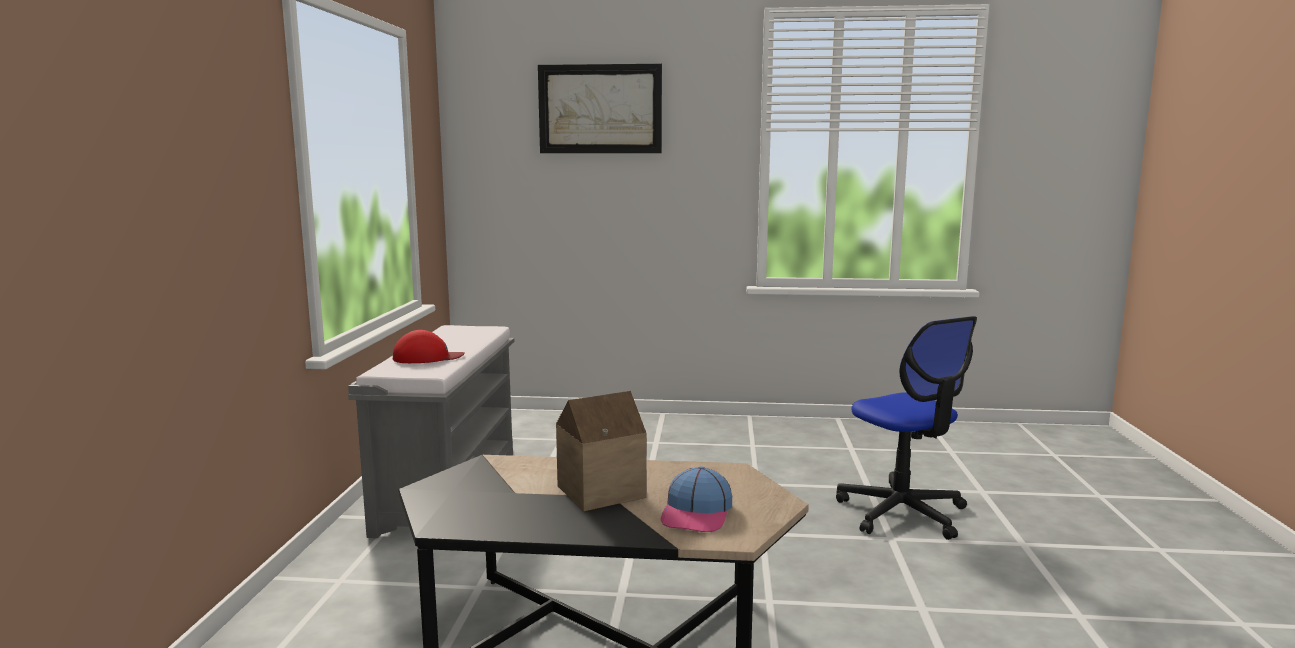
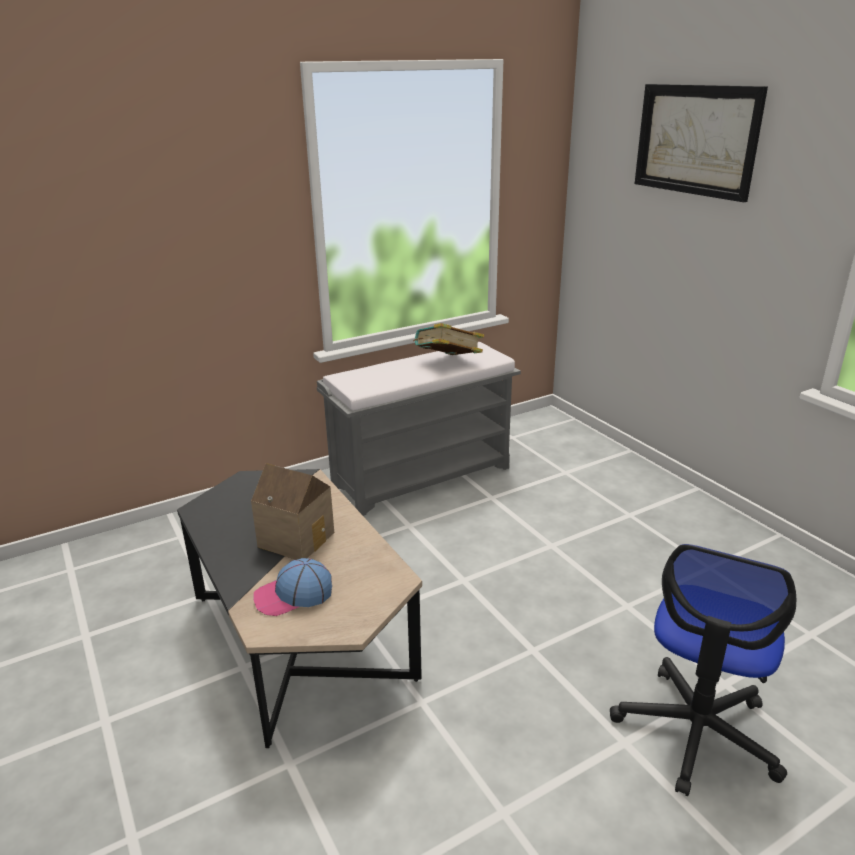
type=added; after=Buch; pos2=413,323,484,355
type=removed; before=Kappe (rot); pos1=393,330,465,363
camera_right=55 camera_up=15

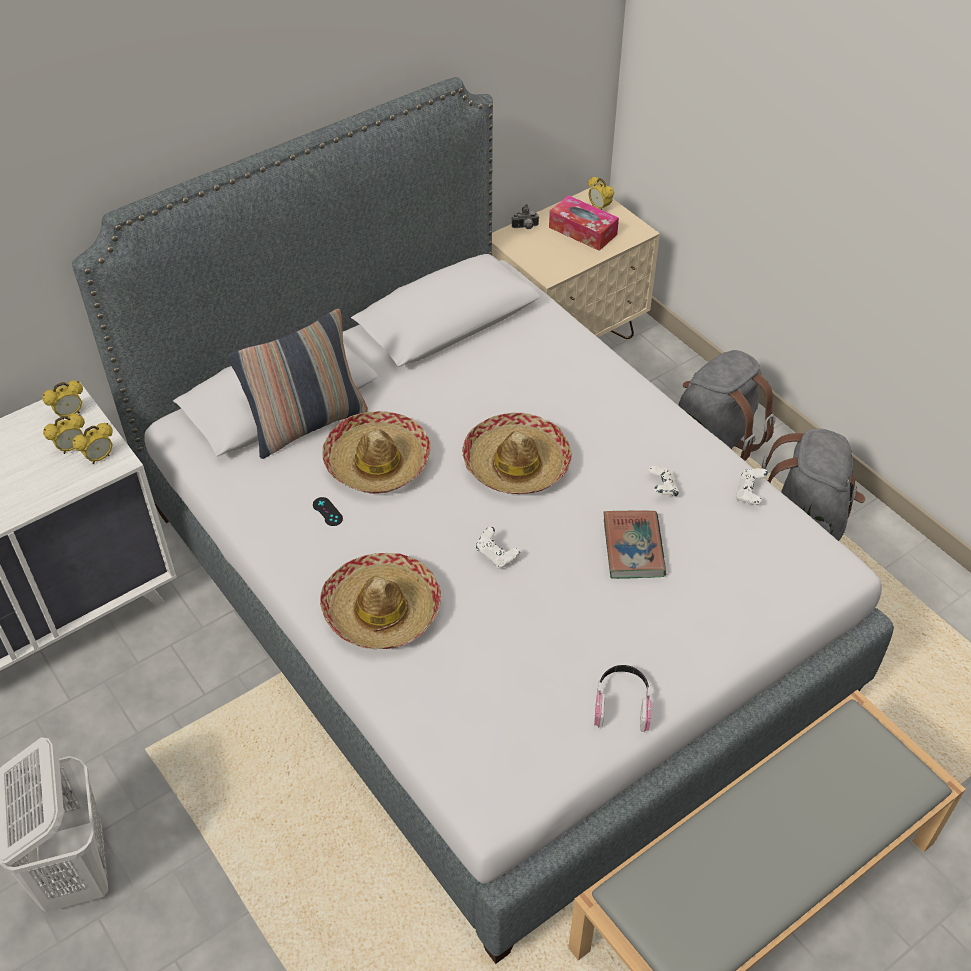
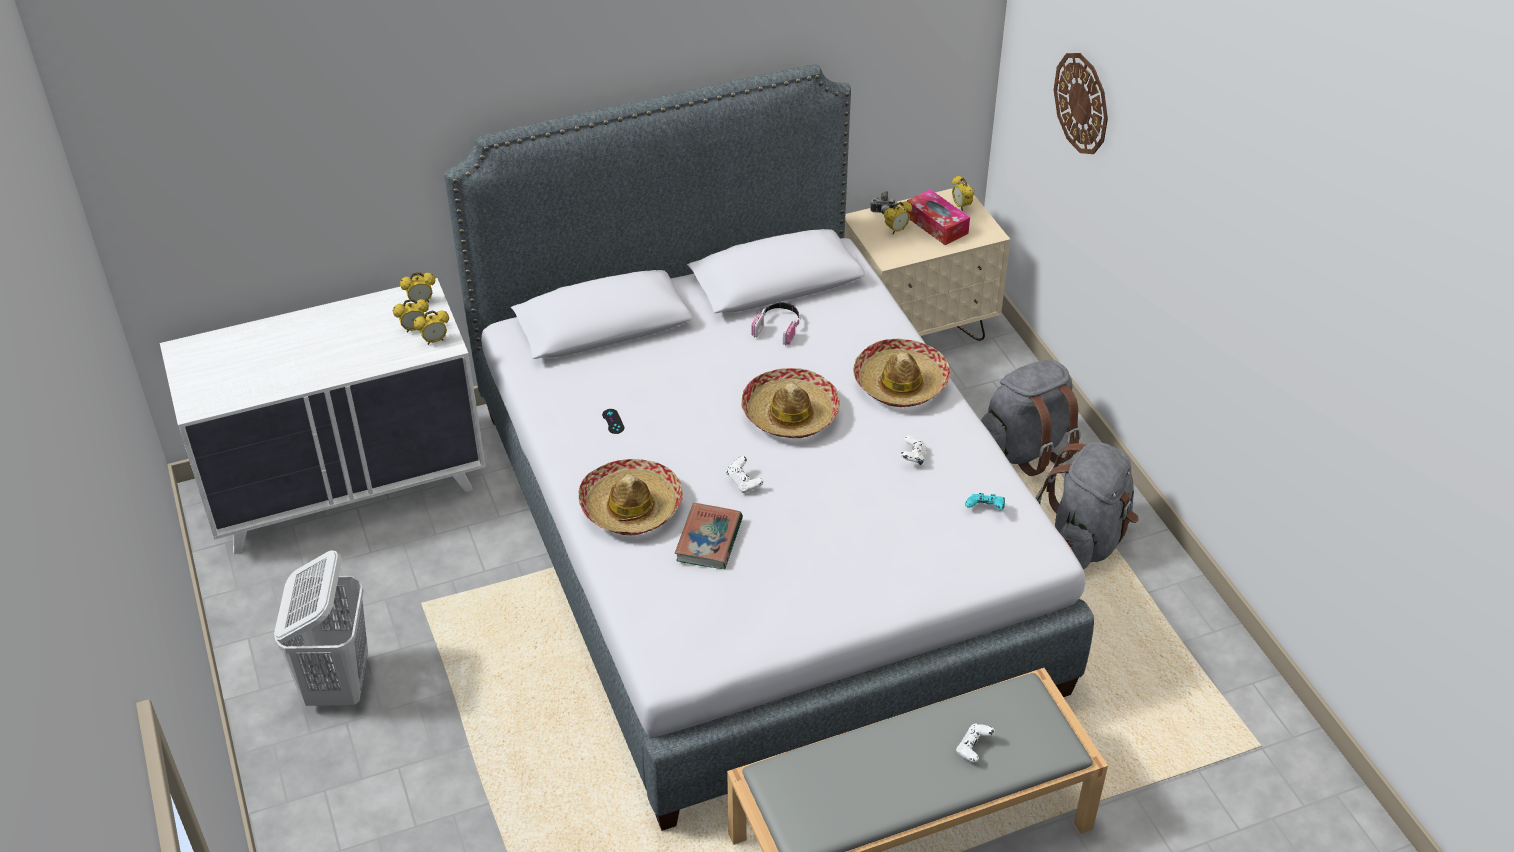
type=moved; before=Buch; pos1=604,511,666,579; pos2=675,503,743,569
type=moved; before=Kopfhörer; pos1=594,665,651,732; pos2=751,302,801,345
type=moved; before=Hut; pos1=322,411,431,494; pos2=854,338,951,407
type=added; after=Wecker; pos2=884,201,912,234
type=moved; before=Gamepad (weiß); pos1=736,468,769,505; pos2=956,724,995,762
type=added; after=Gamepad (türkis); pos2=965,493,1005,510
type=added; after=Wanduhr; pos2=1054,53,1108,154
type=removed; before=Kissen; pos1=228,309,368,459
camera_right=15 camera_up=-5

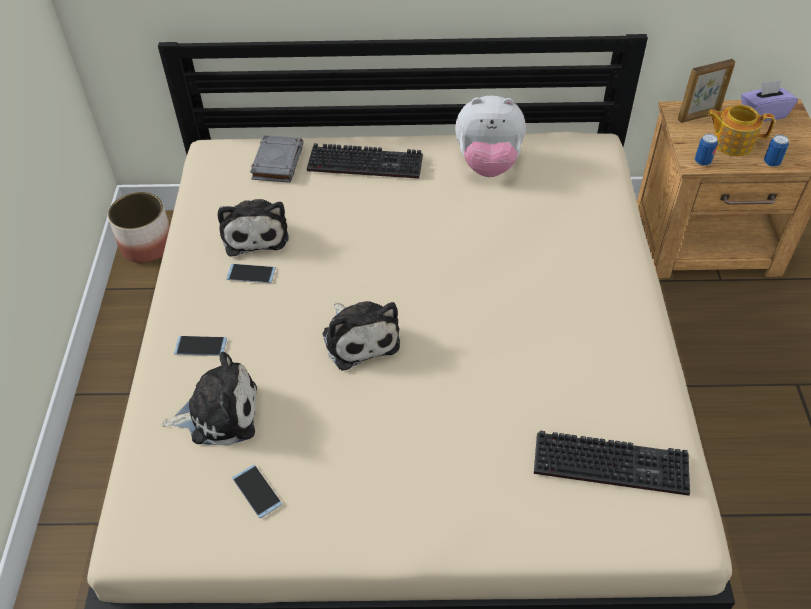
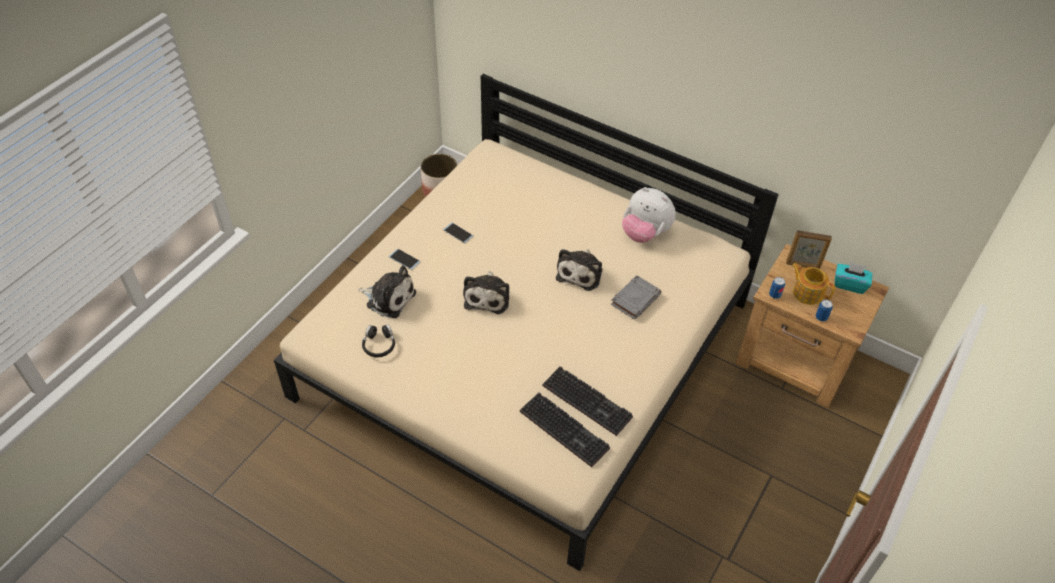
type=replaced; before=Handy; after=Kopfhörer (schwarz); pos1=232,465,282,518; pos2=362,324,395,357
type=moved; before=Tastatur; pos1=307,143,423,179; pos2=542,366,633,436
type=moved; before=Plüschtier; pos1=218,199,289,257; pos2=556,249,602,291
type=moved; before=Buch (grau); pos1=250,135,304,183; pos2=611,275,661,319
type=recoloured; before=Taschentuchbox (lila); after=Taschentuchbox (türkis); pos1=741,80,798,122; pos2=835,262,872,294
camera_right=30 camera_up=0

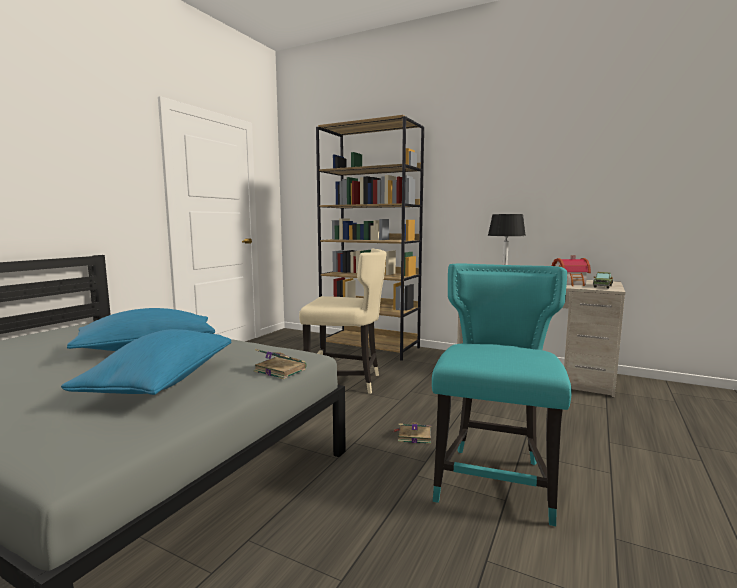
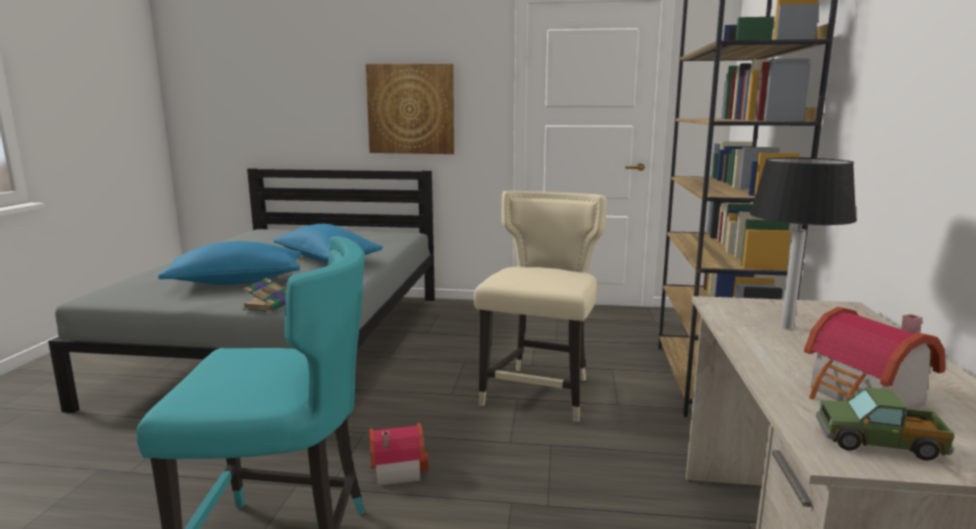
type=added; after=Bild; pos2=366,64,454,154
type=replaced; before=Buch; after=Spielzeughaus; pos1=393,423,431,444; pos2=369,423,429,486
type=turned; before=Stuhl (beige); pos1=299,249,387,394; pos2=474,191,607,422; turn=-150
camera_right=70 camera_up=5

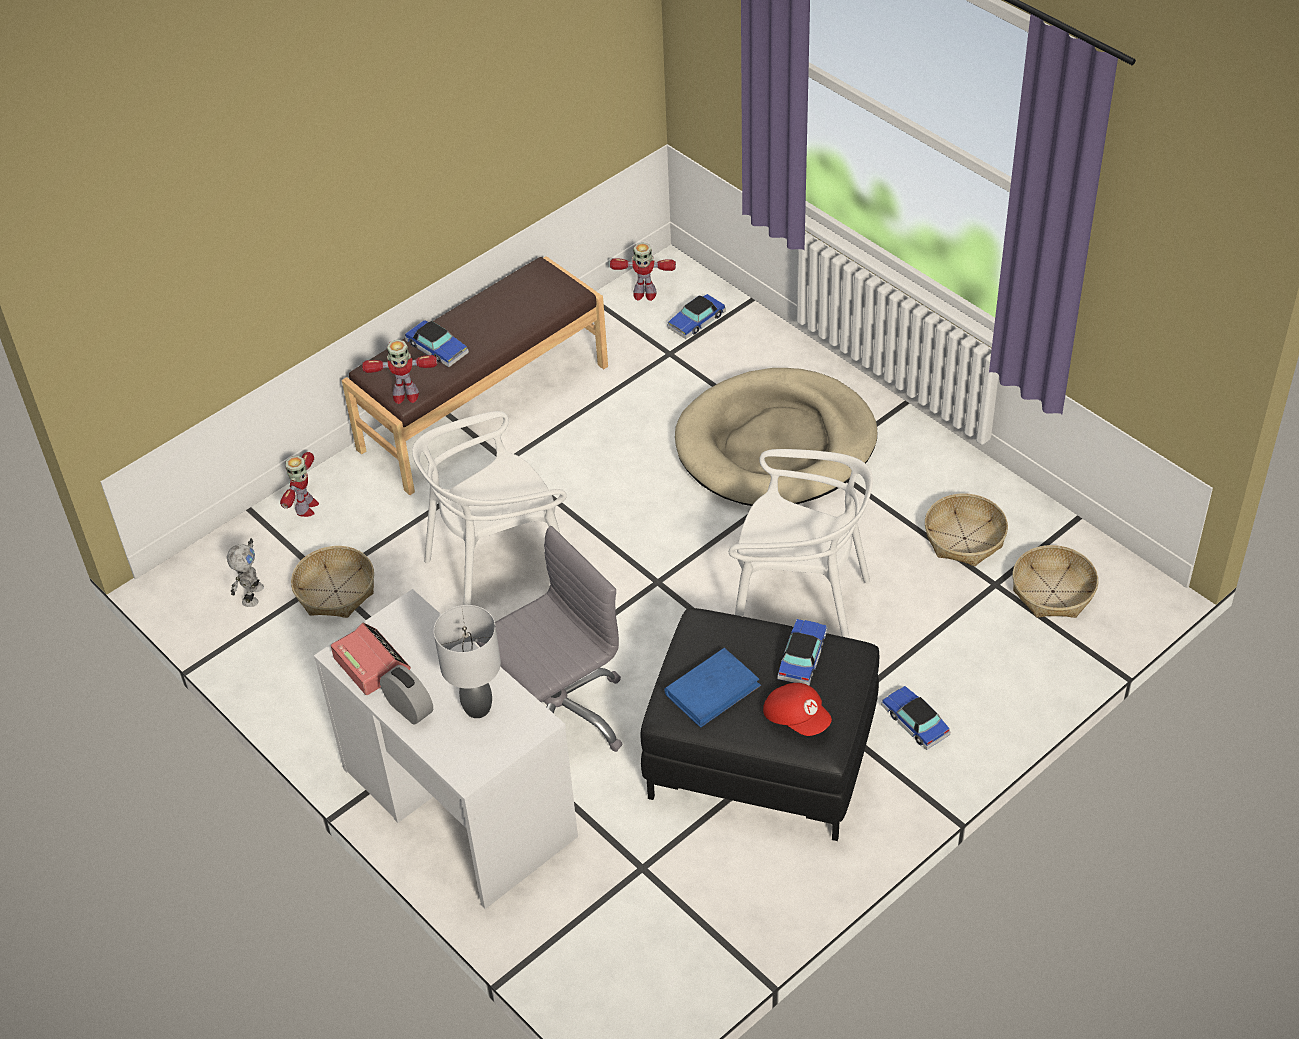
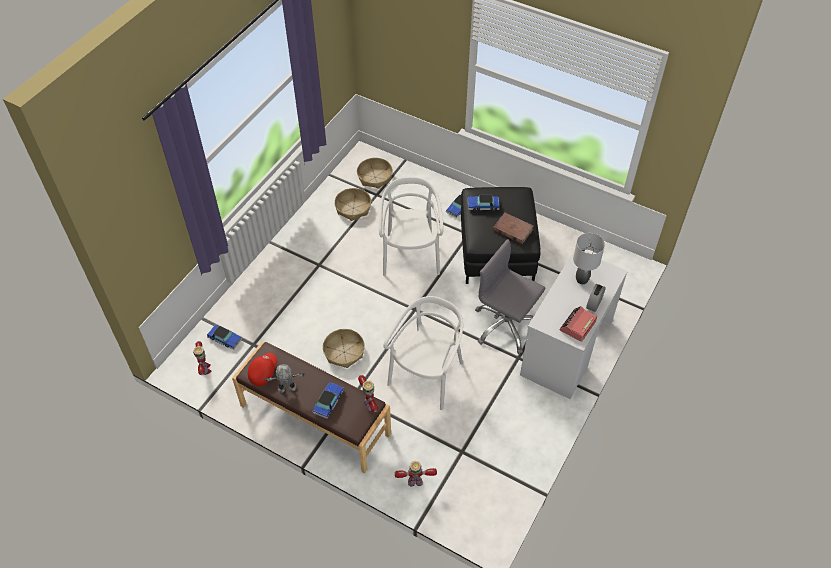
type=moved; before=Kappe (rot); pos1=763,683,832,736; pos2=248,353,278,386
type=moved; before=Spielzeugroboter; pos1=227,538,264,607; pos2=264,364,305,393
type=moved; before=Korb; pos1=291,546,374,618; pos2=323,329,365,368
type=turned; before=Stuhl (weiß); pos1=412,411,567,605; pos2=383,296,463,410; turn=-105
type=recoloured; before=Buch (blau); after=Buch (braun); pos1=664,648,761,728; pos2=493,213,534,244
type=removed; before=Hundebett (beige); pos1=675,368,877,506
camera_right=-110 camera_up=5

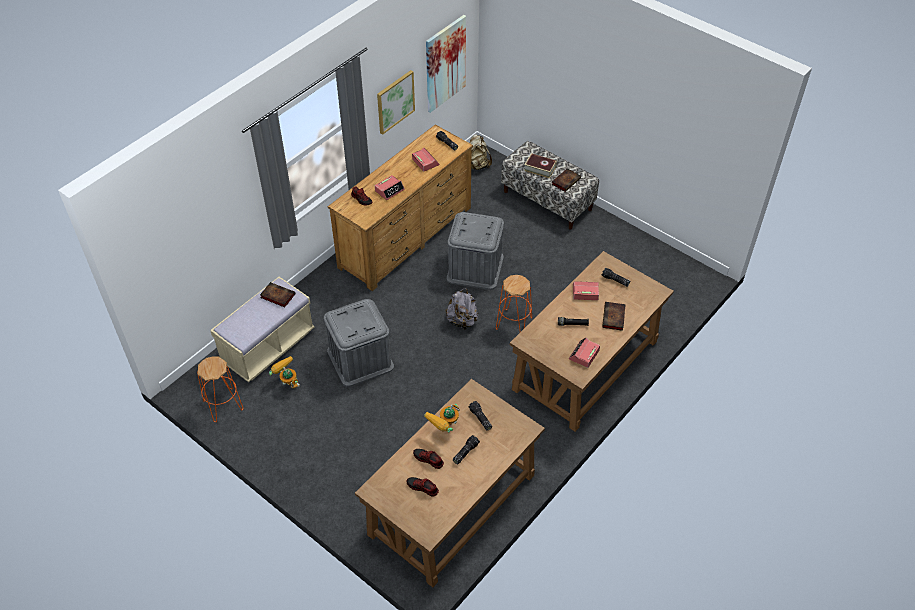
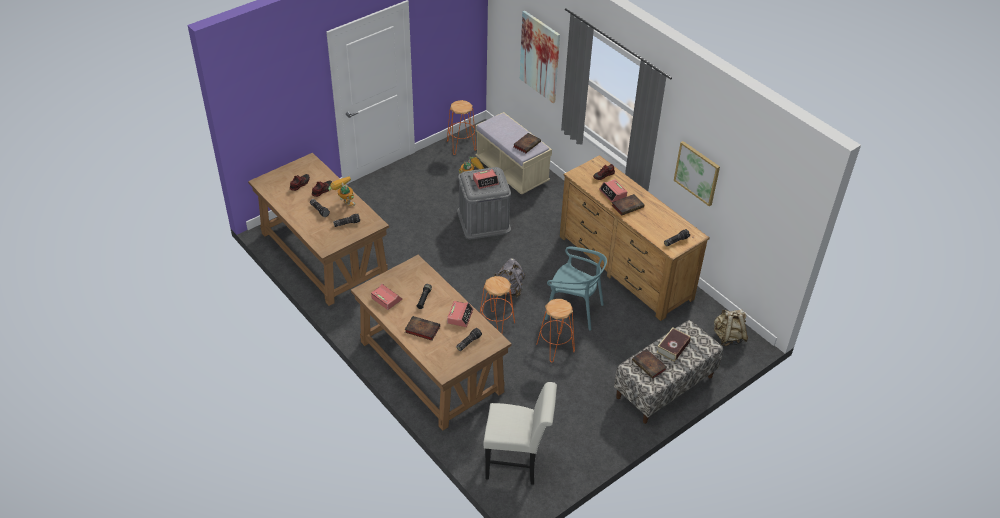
type=moved; before=Wecker; pos1=412,148,440,172; pos2=473,169,499,189
type=added; after=Stuhl (weiß); pos2=483,382,557,485
type=moved; before=Bild; pos1=426,15,466,113; pos2=520,11,560,103
type=added; after=Hocker (orange); pos2=536,299,575,362
type=replaced; before=Aufbewahrungsbox (grau); after=Stuhl (türkis); pos1=447,212,504,290; pos2=545,247,607,331
type=added; after=Buch; pos2=612,194,644,216
camera_right=100 camera_up=-5

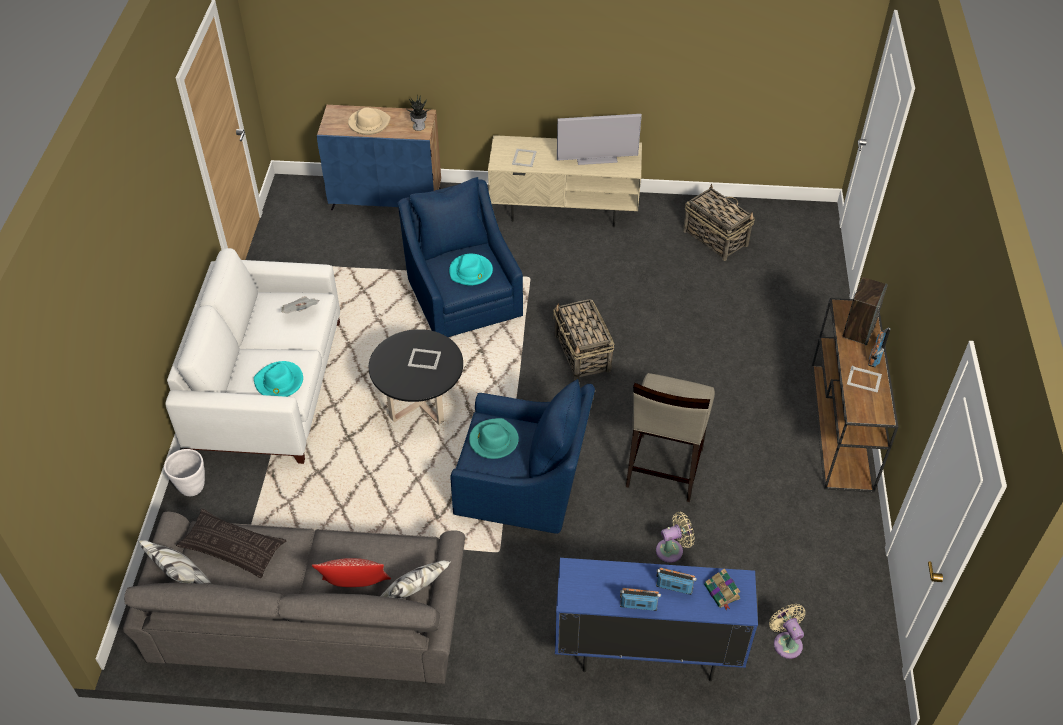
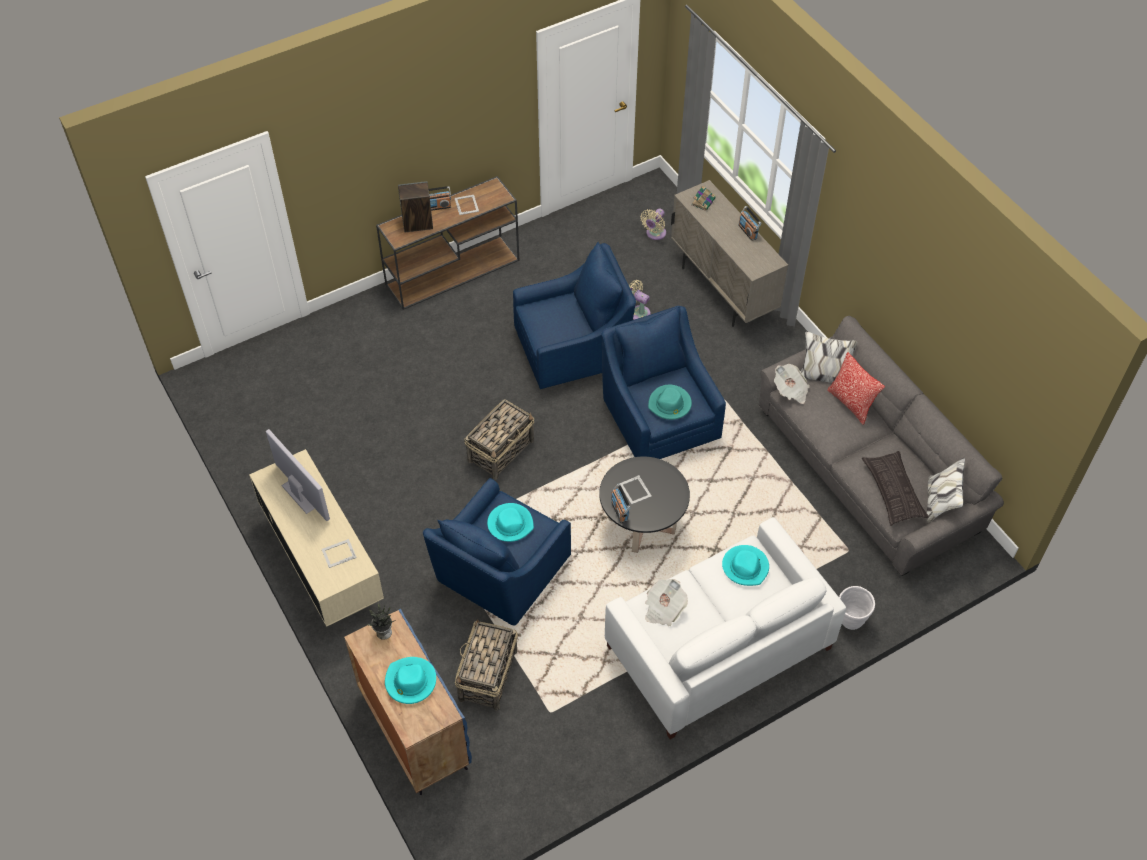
type=recoloured; before=Hut (beige); after=Hut (türkis); pos1=348,107,391,135; pos2=385,657,436,704
type=moved; before=Korb; pos1=683,184,755,261; pos2=455,620,518,711
type=replaced; before=Hocker (beige); after=Sessel (blau); pos1=626,373,715,502; pos2=513,242,636,389
type=moved; before=Radio; pos1=656,567,697,595; pos2=611,484,631,523
type=recoloured; before=Schrank (blau); after=Schrank (beige); pos1=555,558,758,681; pos2=671,180,788,327
type=added; after=Zeitung; pos2=774,364,810,404
camera_right=-125 camera_up=5

